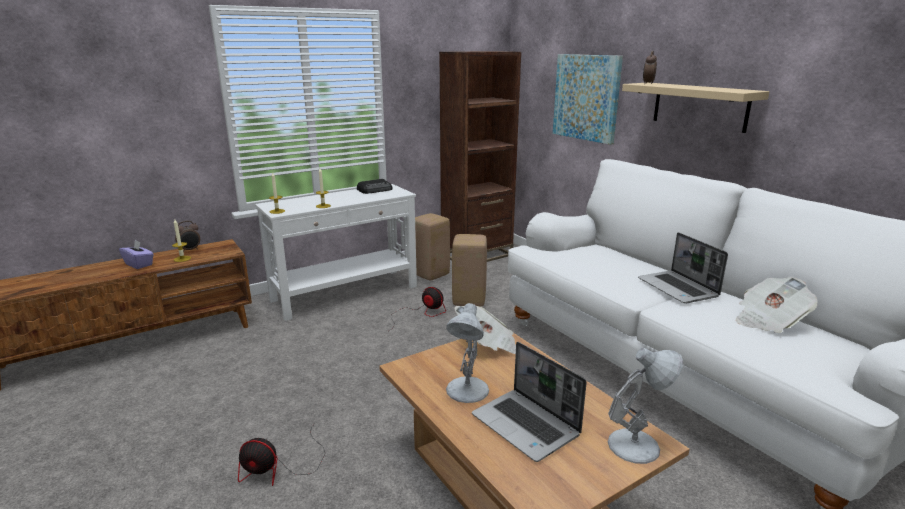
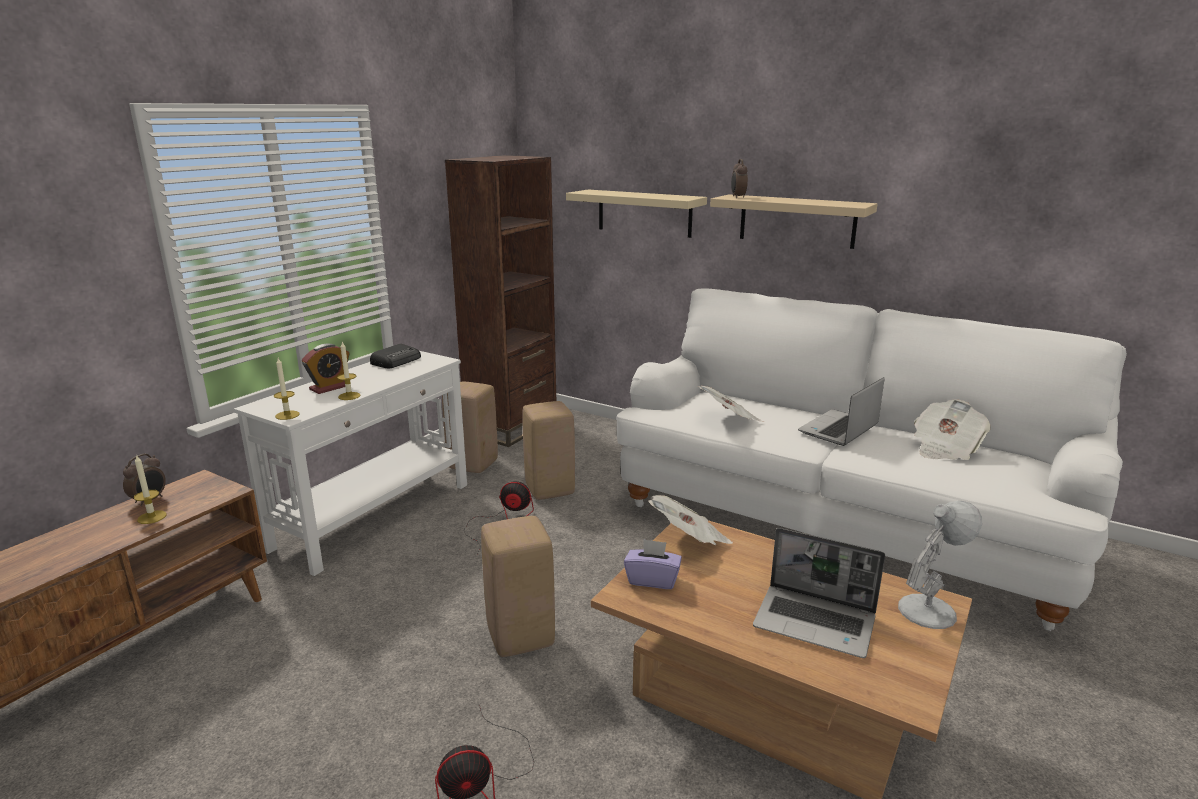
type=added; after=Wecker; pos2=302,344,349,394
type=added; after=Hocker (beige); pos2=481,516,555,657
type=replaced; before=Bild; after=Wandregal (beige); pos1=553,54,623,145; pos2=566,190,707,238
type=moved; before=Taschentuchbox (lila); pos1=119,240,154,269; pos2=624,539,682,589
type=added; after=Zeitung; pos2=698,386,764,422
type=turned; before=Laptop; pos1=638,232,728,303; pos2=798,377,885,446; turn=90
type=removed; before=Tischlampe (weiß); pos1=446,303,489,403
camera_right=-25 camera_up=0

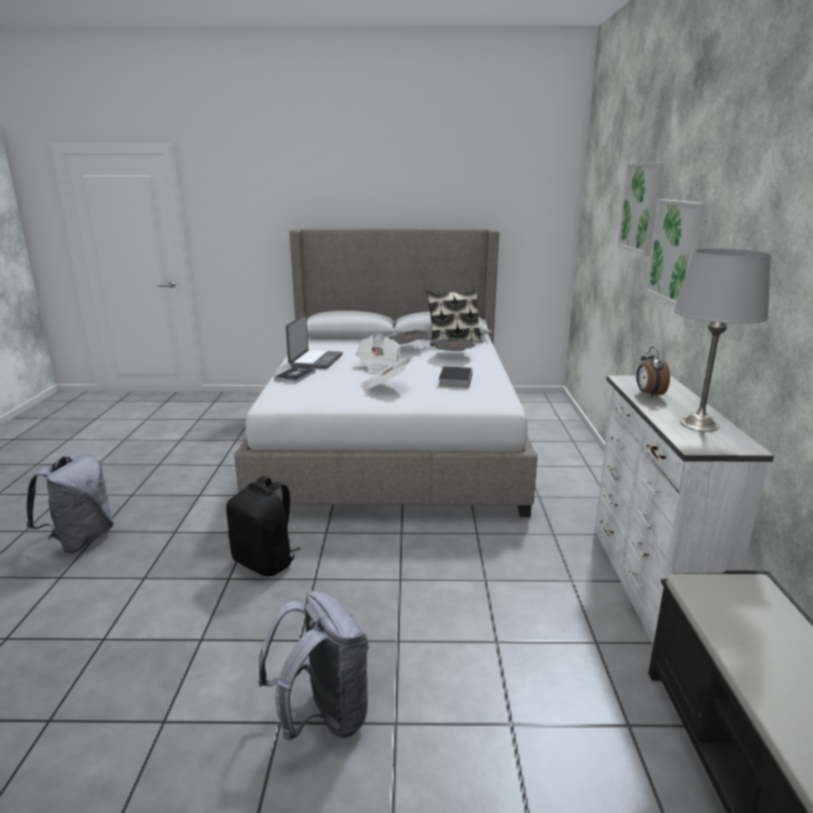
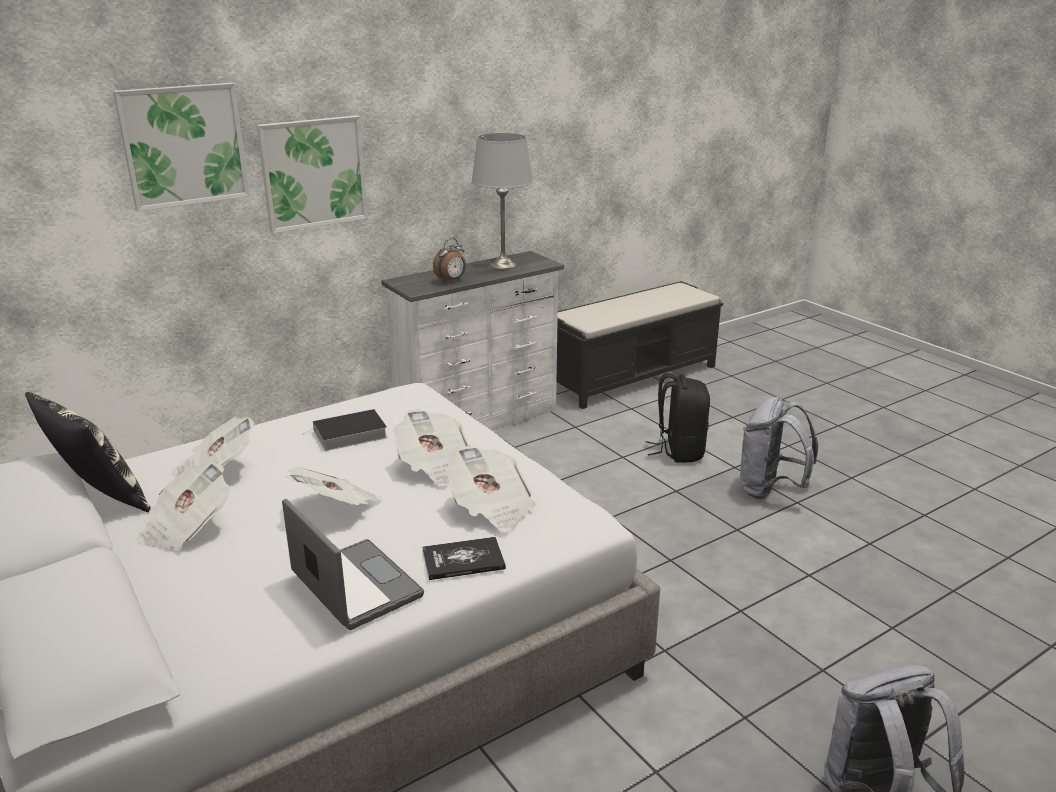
type=turned; before=Laptop; pos1=286,314,343,369; pos2=282,499,424,630; turn=75
type=added; after=Zeitung; pos2=445,446,535,532
type=moved; before=Rucksack (schwarz); pos1=226,476,301,576; pos2=646,373,710,462
camera_right=-125 camera_up=5

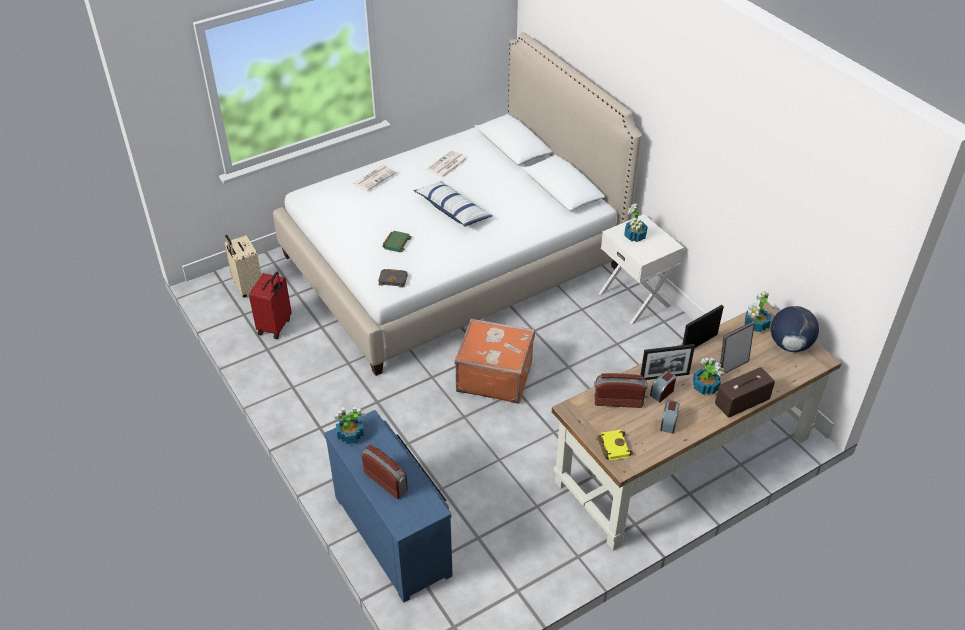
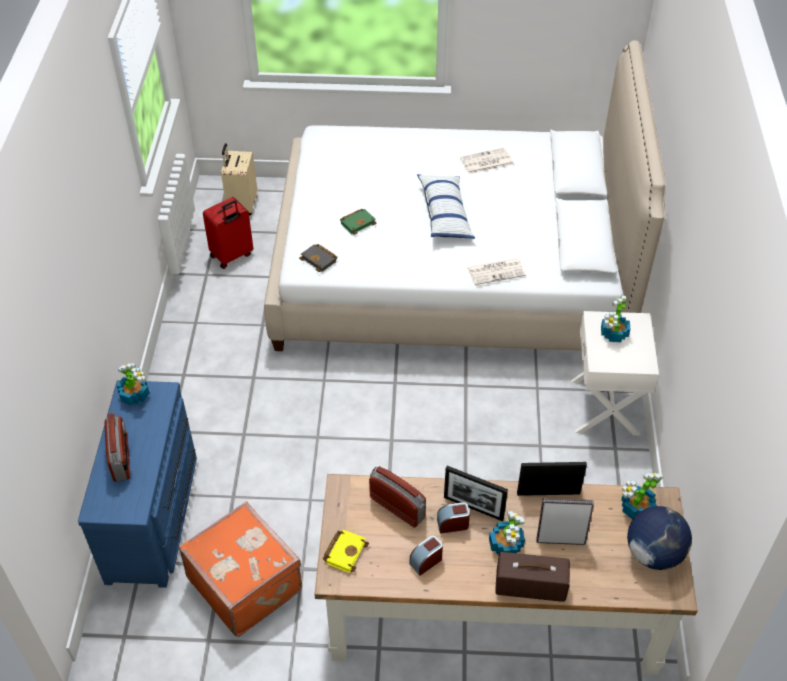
type=moved; before=Koffer (orange); pos1=454,318,535,403; pos2=179,501,302,637
type=moved; before=Zeitung; pos1=352,165,397,191; pos2=467,258,526,285
camera_right=35 camera_up=5

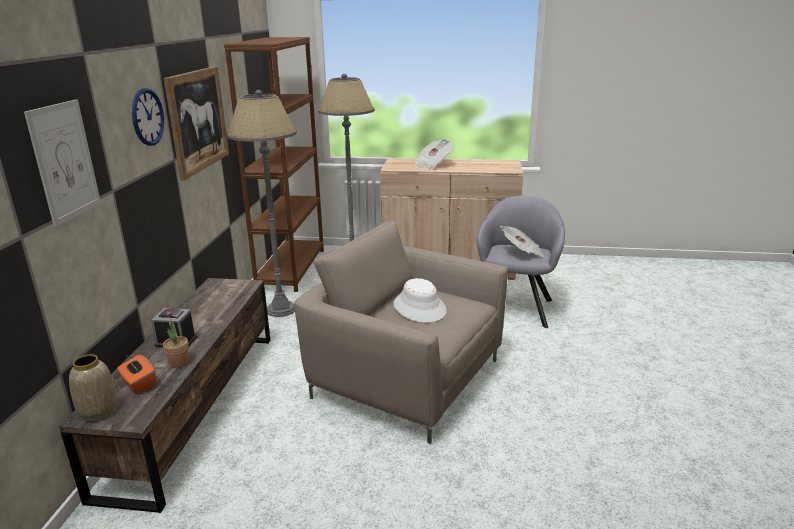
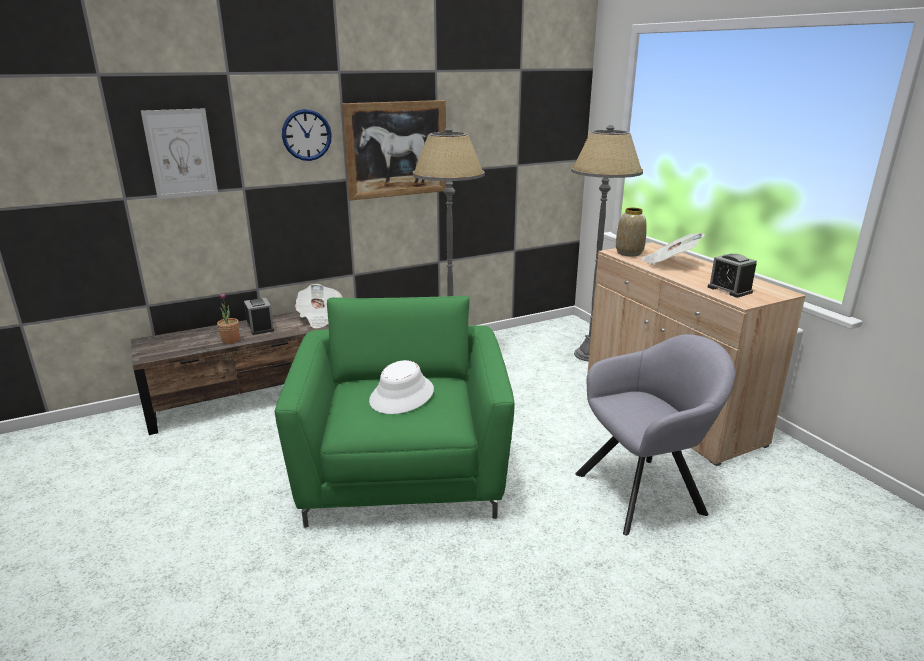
type=recoloured; before=Sessel (beige); after=Sessel (grün); pos1=294,221,508,444; pos2=275,296,515,528
type=moved; before=Zeitung; pos1=500,226,544,257; pos2=295,284,342,328
type=moved; before=Vase; pos1=69,354,117,421; pos2=616,208,647,257
type=added; after=Wecker; pos2=708,253,757,297
type=removed; before=Taschentuchbox (orange); pos1=117,354,156,394
type=removed; before=Bücherregal (braun); pos1=224,37,324,292
camera_right=55 camera_up=0

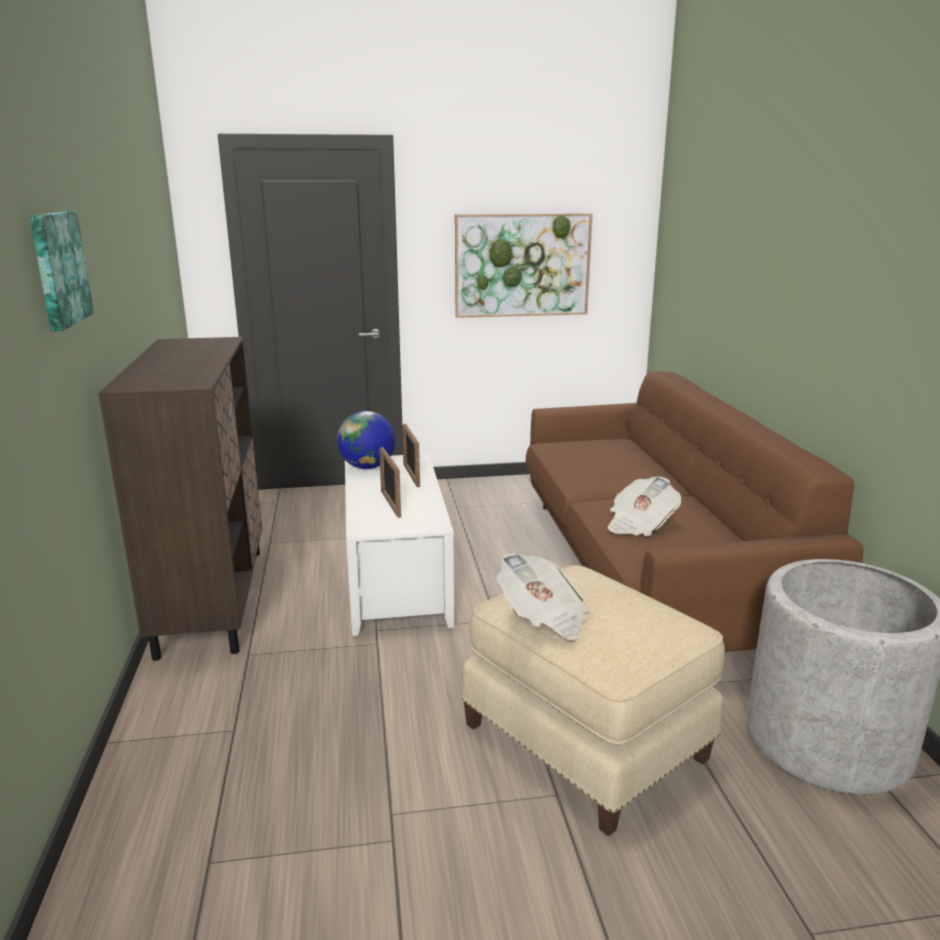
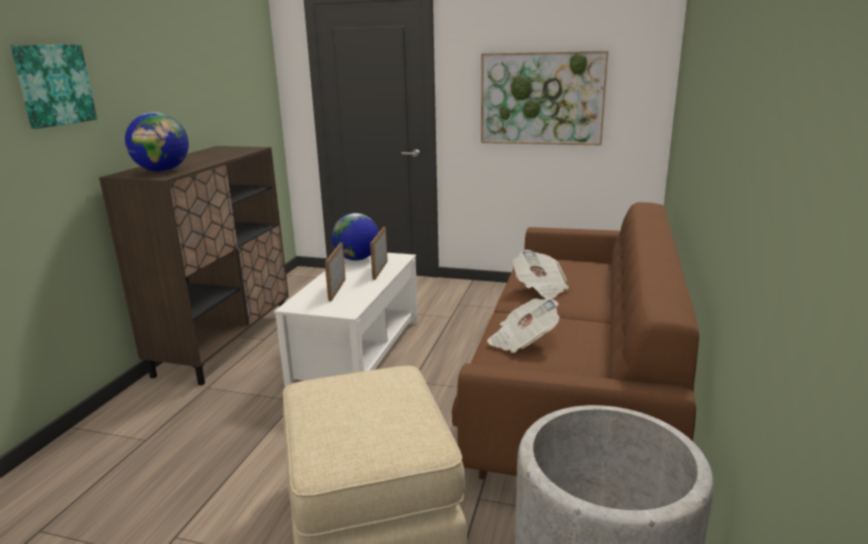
type=added; after=Globus; pos2=125,112,189,172
type=moved; before=Zeitung; pos1=496,553,590,641; pos2=513,250,569,299
camera_right=25 camera_up=0

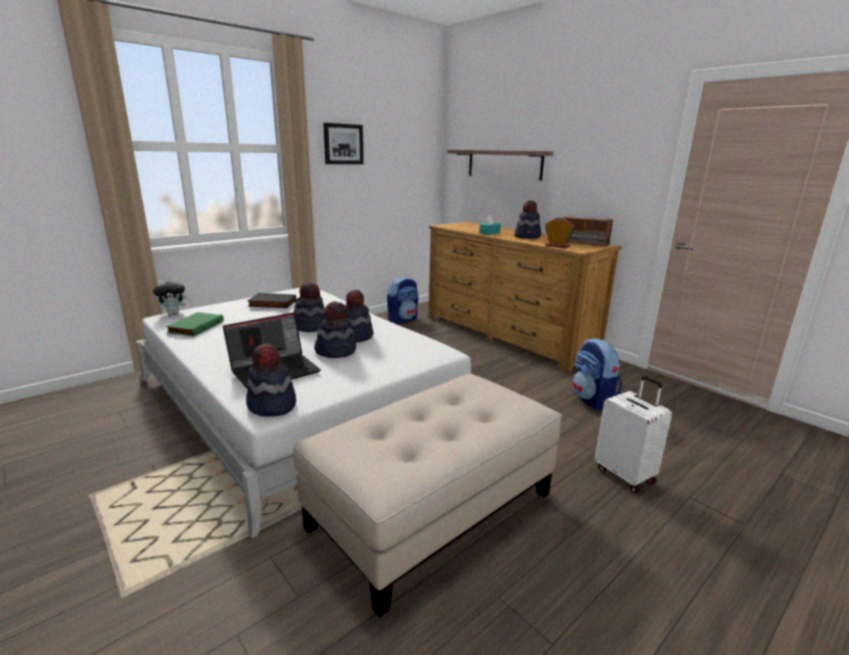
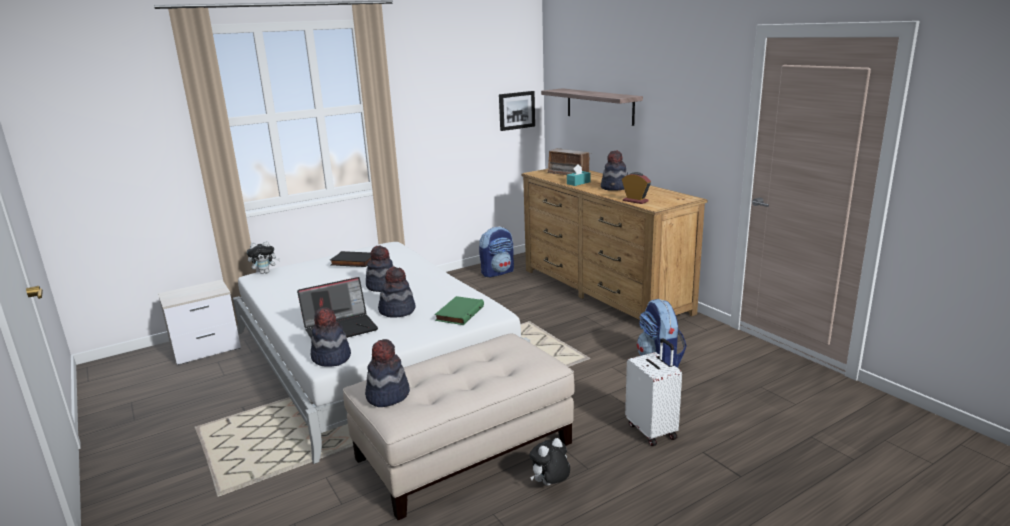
type=added; after=Nachttisch; pos2=158,280,241,365
type=moved; before=Hut; pos1=345,290,374,342; pos2=365,339,410,407
type=moved; before=Buch (grün); pos1=166,312,224,337; pos2=435,296,484,325
type=moved; before=Bild; pos1=323,123,364,164; pos2=499,91,535,131
type=added; after=Plüschtier; pos2=529,438,570,485
type=moved; before=Radio; pos1=563,215,613,247; pos2=547,148,591,175
camera_right=10 camera_up=0

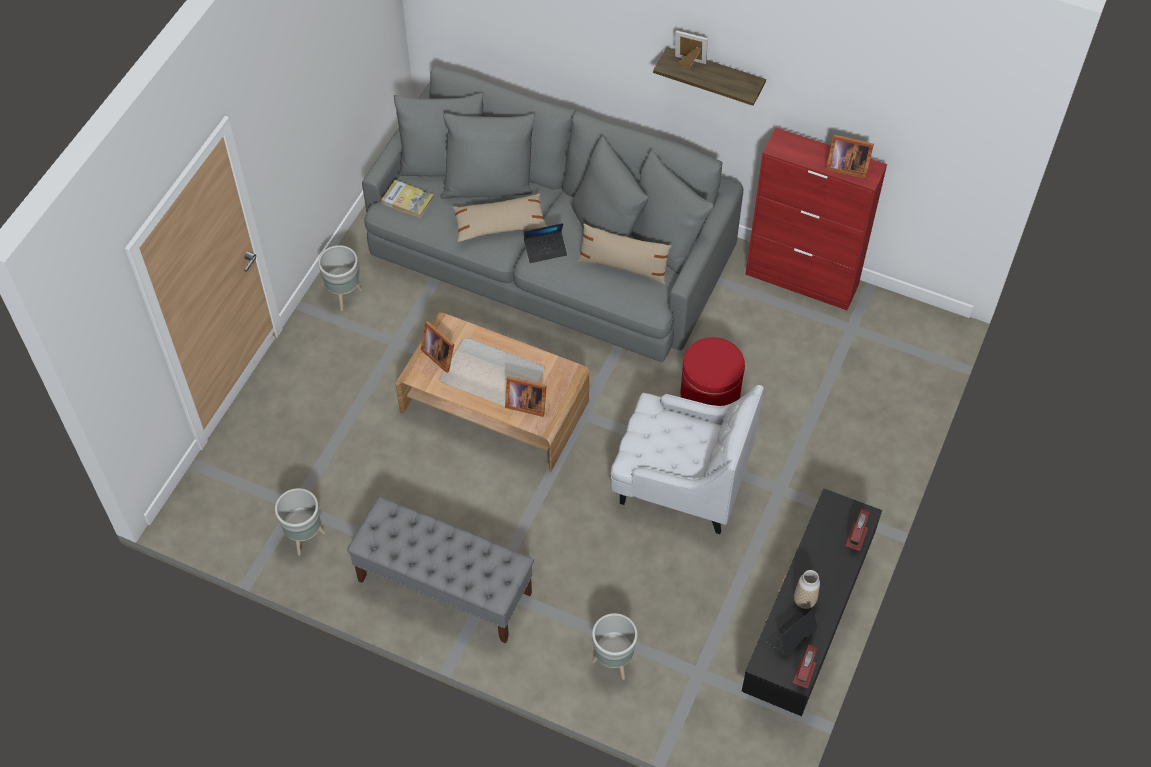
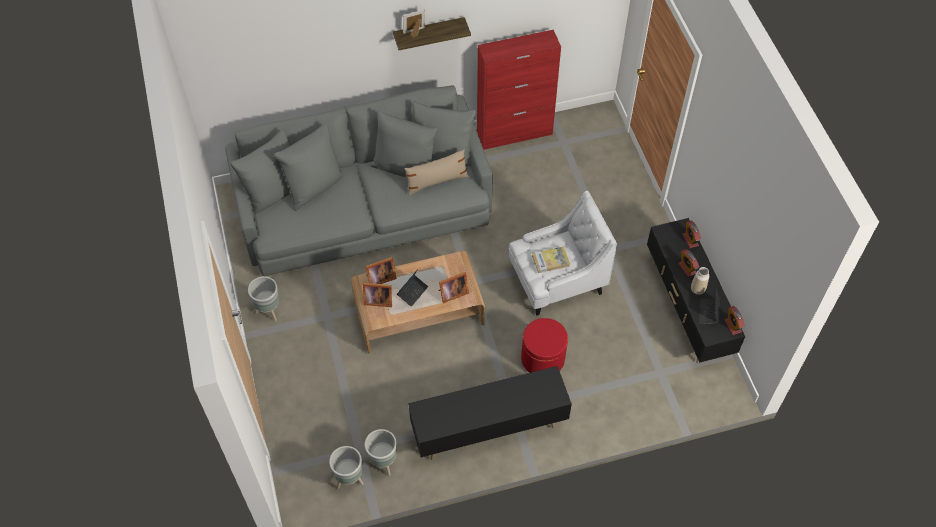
type=moved; before=Pflanzkübel (grau); pos1=592,613,638,680; pos2=329,446,364,489
type=moved; before=Bilderrahmen; pos1=826,135,874,179; pos2=365,257,397,284
type=moved; before=Laptop; pos1=524,223,567,263; pos2=397,268,428,306
type=replaced; before=Bank (grau); after=Fernsehschrank (schwarz); pos1=347,496,534,643; pos2=408,366,572,460
type=moved; before=Polsterhocker (rot); pos1=680,337,745,406; pos2=521,318,568,373
type=moved; before=Buch; pos1=381,180,434,219; pos2=532,246,570,273
type=added; after=Wecker; pos2=678,249,699,277
type=removed; before=Kissen (beige); pos1=453,193,547,242
camera_right=-40 camera_up=0

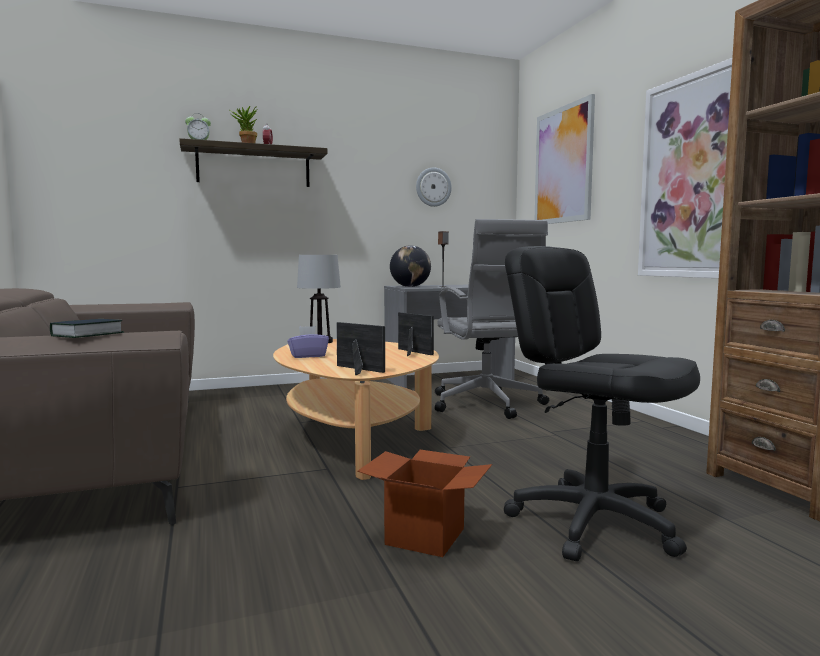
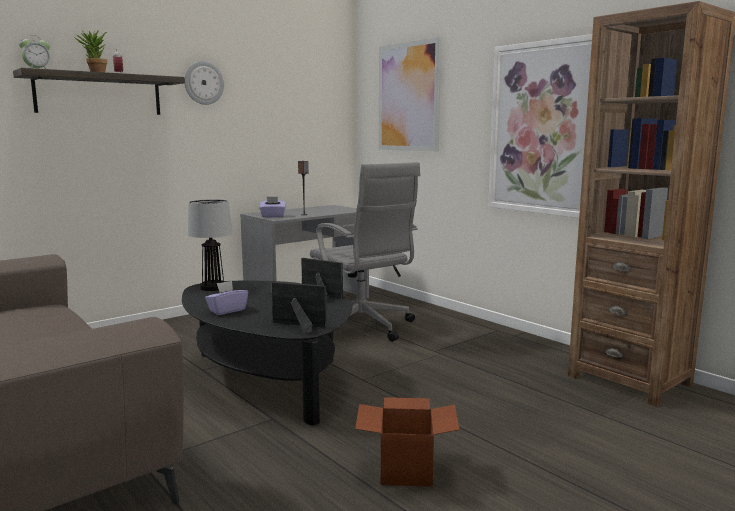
type=recoloured; before=Couchtisch (beige); after=Couchtisch (schwarz); pos1=273,339,439,480; pos2=182,281,352,426
type=moved; before=Wanduhr; pos1=416,167,452,207; pos2=184,61,224,105
type=replaced; before=Globus; after=Taschentuchbox (lila); pos1=390,245,431,287; pos2=259,197,286,217
type=removed; before=Buch; pos1=50,319,124,338
type=removed; before=Bürostuhl (schwarz); pos1=504,246,700,561
camera_right=-20 camera_up=5

